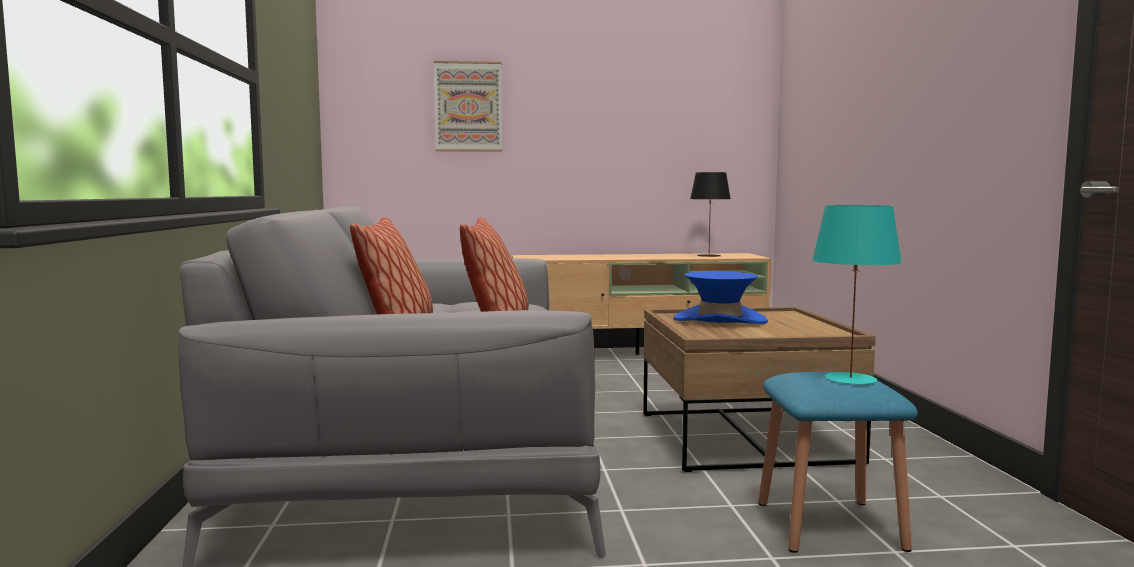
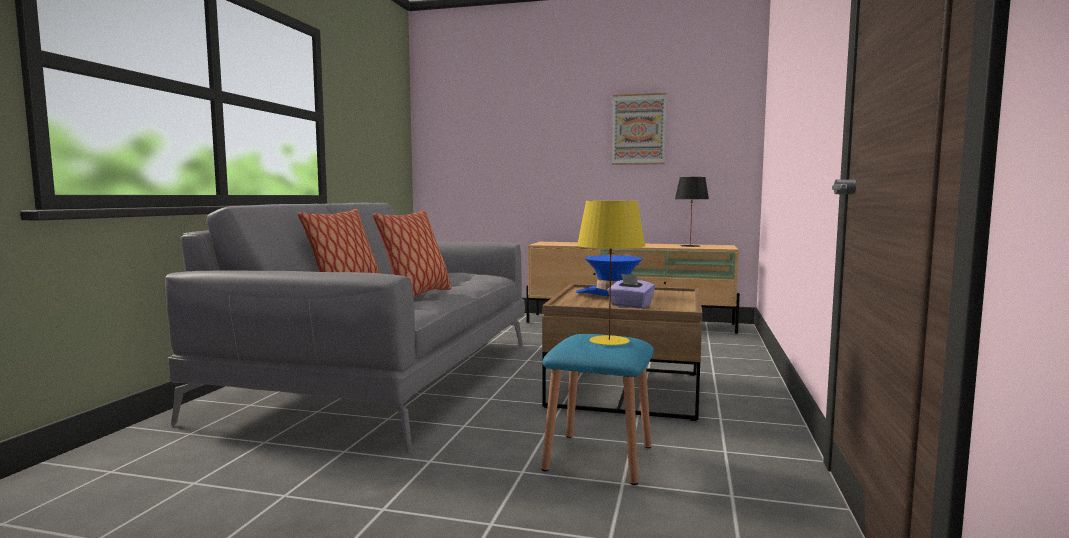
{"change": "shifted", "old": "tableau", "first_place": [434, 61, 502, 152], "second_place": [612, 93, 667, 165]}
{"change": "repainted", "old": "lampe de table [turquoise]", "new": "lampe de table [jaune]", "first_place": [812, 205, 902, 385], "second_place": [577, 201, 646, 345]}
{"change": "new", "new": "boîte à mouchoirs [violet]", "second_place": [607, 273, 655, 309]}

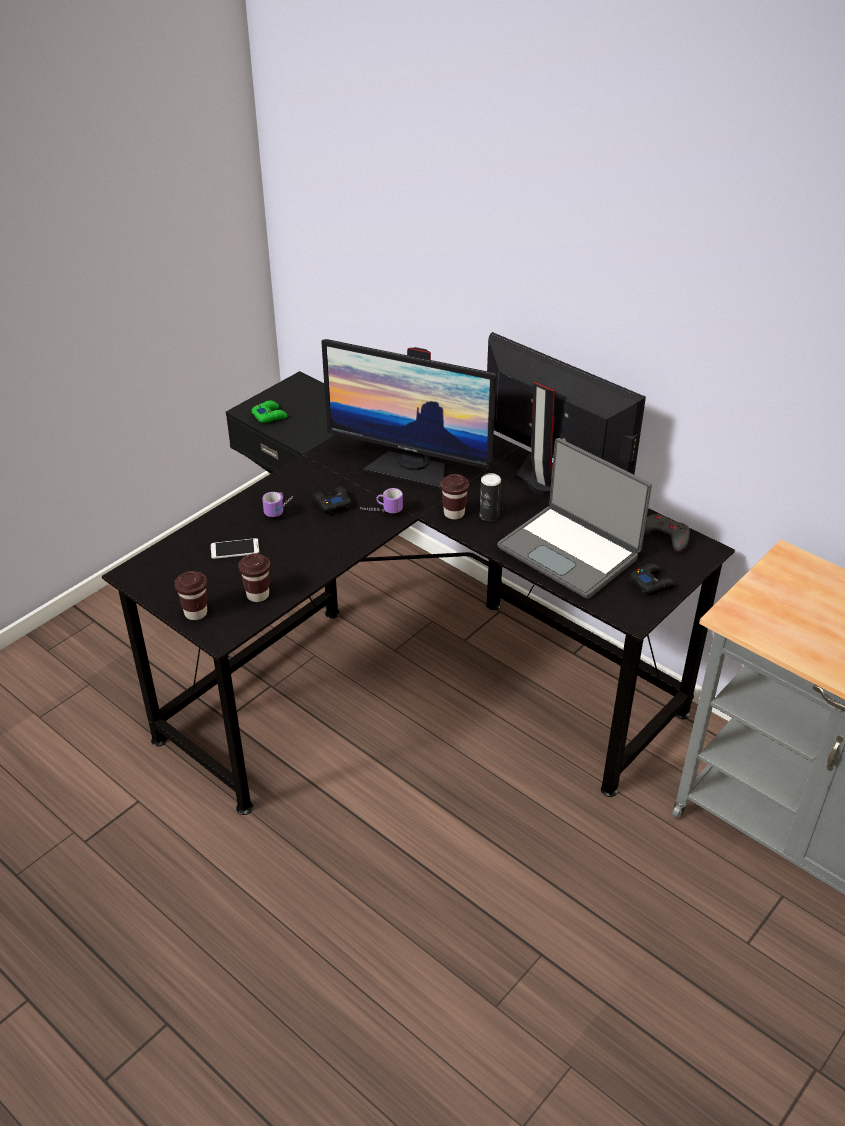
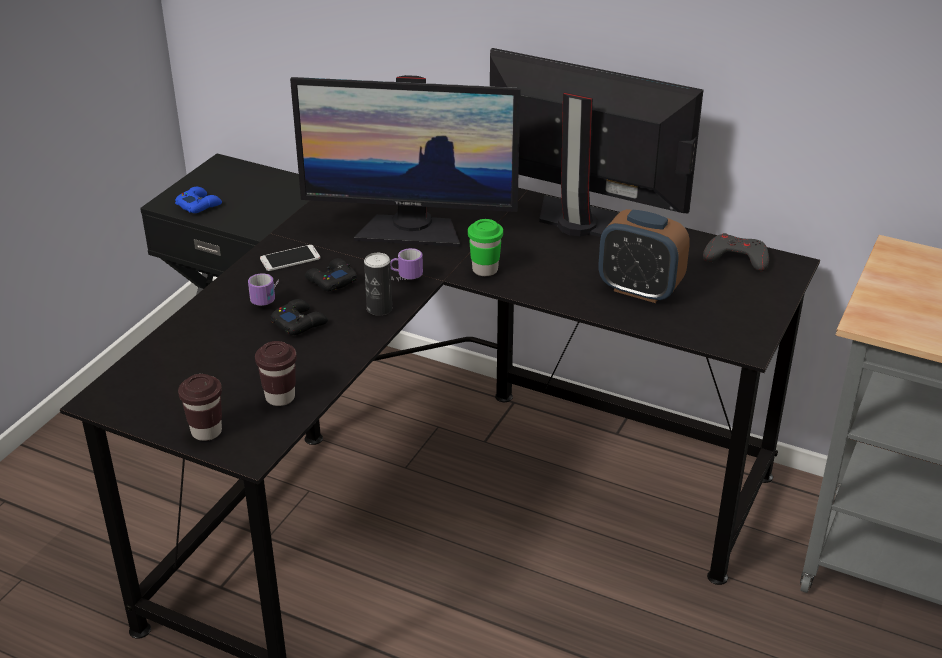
{"change": "repainted", "old": "manette [vert]", "new": "manette [bleu]", "first_place": [251, 400, 287, 423], "second_place": [175, 187, 222, 213]}
{"change": "swapped", "old": "ordinateur portable", "new": "réveil", "first_place": [497, 438, 652, 599], "second_place": [598, 209, 690, 303]}
{"change": "shifted", "old": "boîte métallique", "first_place": [480, 473, 501, 521], "second_place": [364, 253, 392, 316]}
{"change": "repainted", "old": "tasse [marron]", "new": "tasse [vert]", "first_place": [440, 474, 469, 520], "second_place": [468, 219, 503, 276]}
{"change": "shifted", "old": "téléphone", "first_place": [211, 538, 259, 559], "second_place": [260, 245, 320, 271]}
{"change": "shifted", "old": "manette [noir]", "first_place": [629, 563, 676, 595], "second_place": [270, 299, 328, 335]}

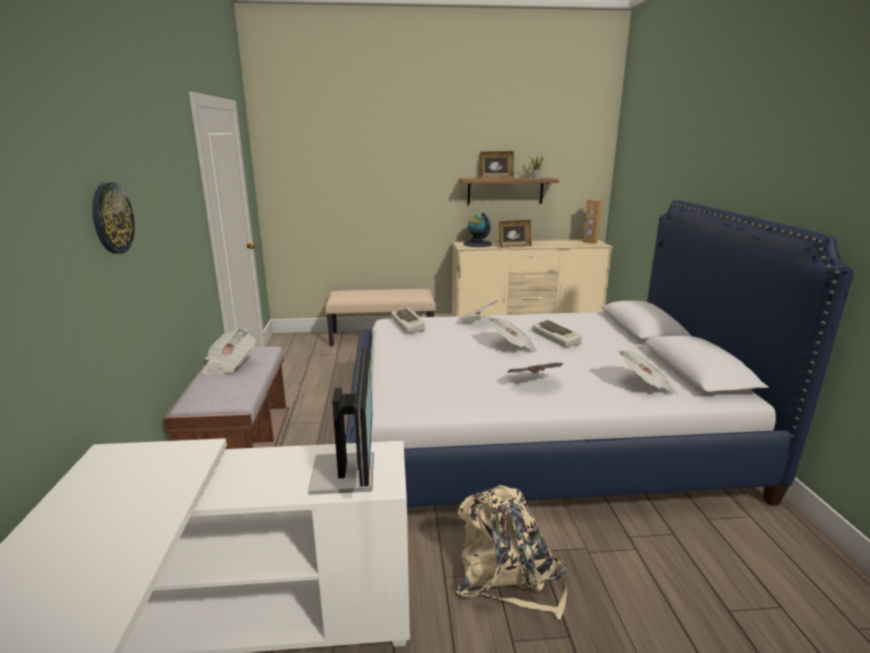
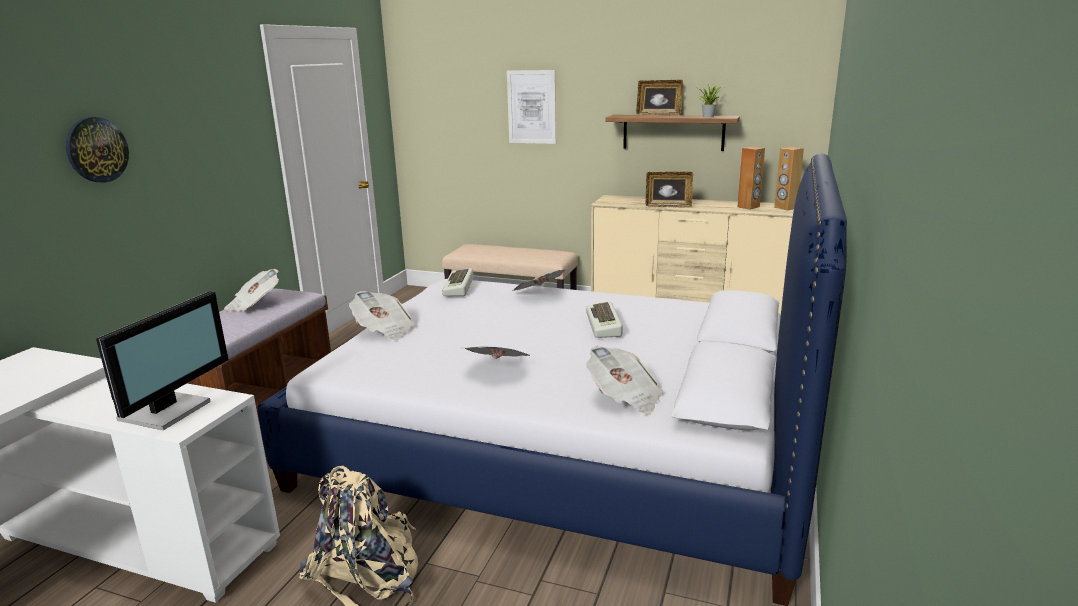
{"change": "gone", "old": "globe", "first_place": [463, 213, 492, 247]}
{"change": "shifted", "old": "journal", "first_place": [489, 317, 537, 351], "second_place": [349, 291, 415, 340]}
{"change": "new", "new": "tableau", "second_place": [507, 70, 556, 144]}
{"change": "new", "new": "enceinte [marron]", "second_place": [738, 147, 765, 210]}

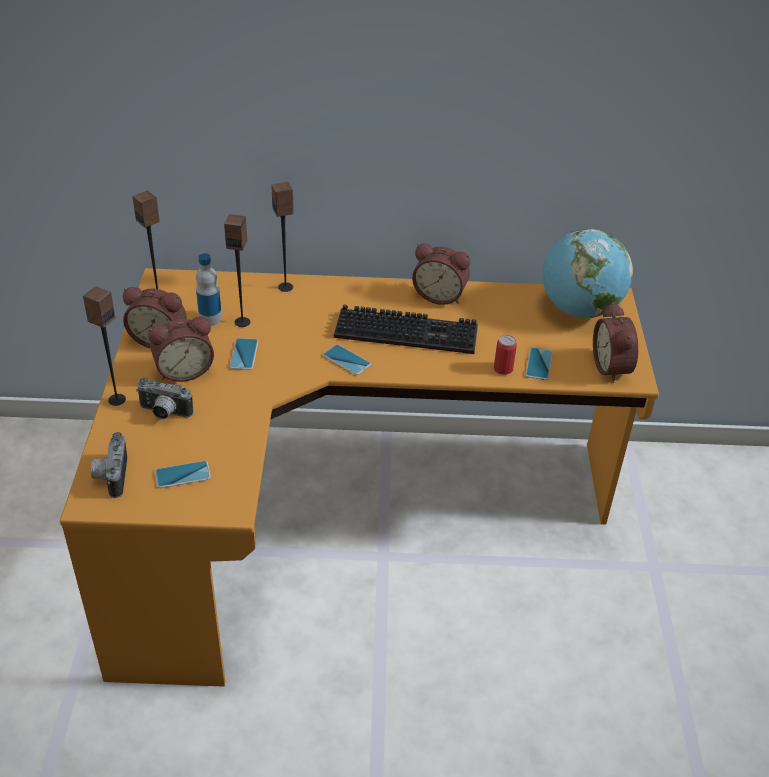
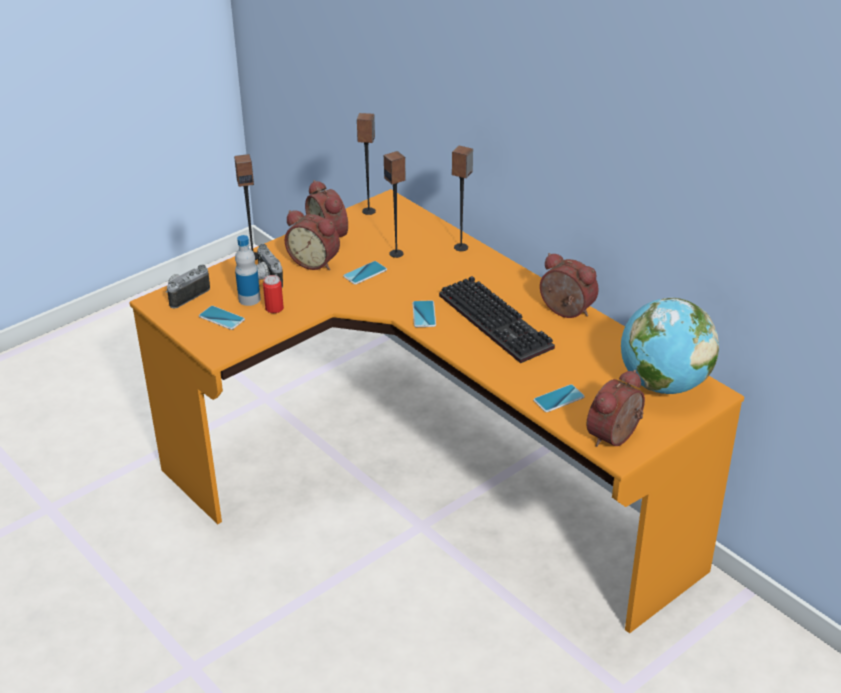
{"change": "rotated", "old": "réveil", "first_place": [412, 243, 470, 305], "second_place": [540, 253, 599, 318], "degrees": 150}
{"change": "shifted", "old": "bouteille", "first_place": [196, 253, 222, 326], "second_place": [235, 235, 261, 306]}
{"change": "shifted", "old": "boîte métallique", "first_place": [494, 335, 517, 375], "second_place": [263, 275, 284, 313]}

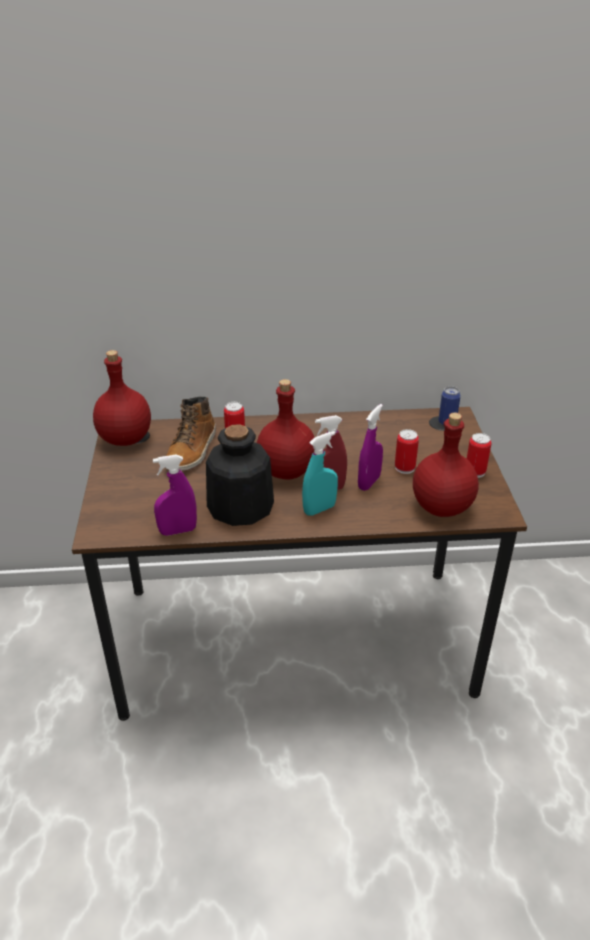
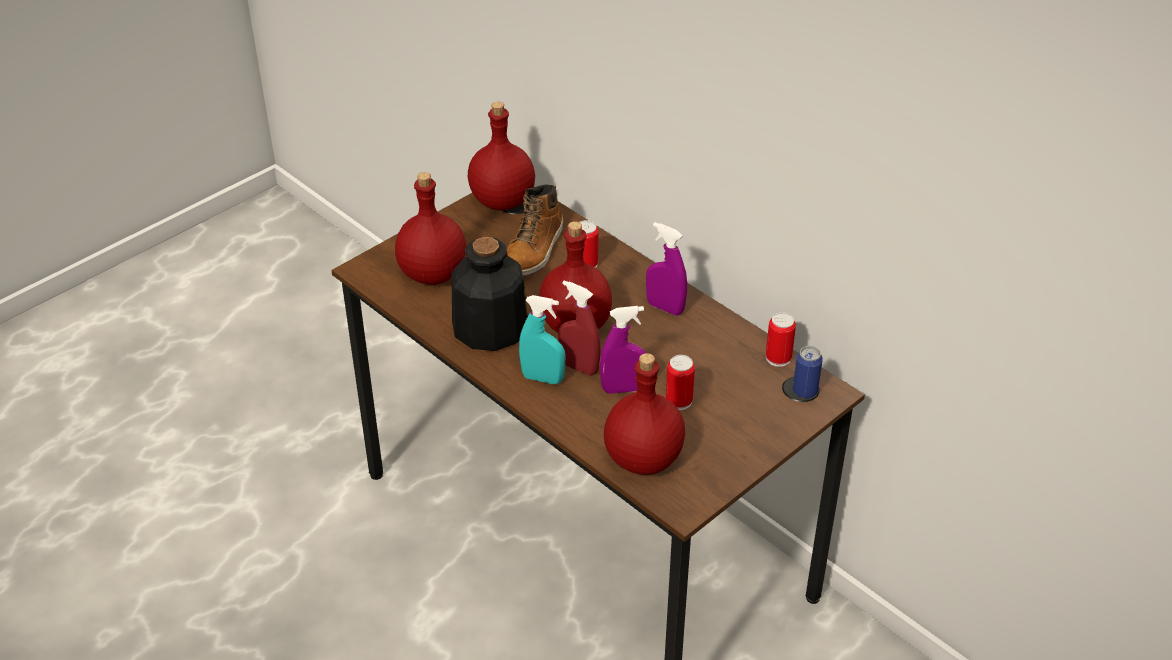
{"change": "rotated", "old": "botte", "first_place": [166, 397, 216, 471], "second_place": [507, 184, 564, 276], "degrees": -45}
{"change": "shifted", "old": "boîte métallique", "first_place": [467, 433, 491, 478], "second_place": [766, 312, 796, 367]}
{"change": "shifted", "old": "vaporisateur [violet]", "first_place": [153, 455, 197, 536], "second_place": [646, 222, 687, 315]}
{"change": "new", "new": "bouteille [rouge]", "second_place": [395, 172, 466, 285]}

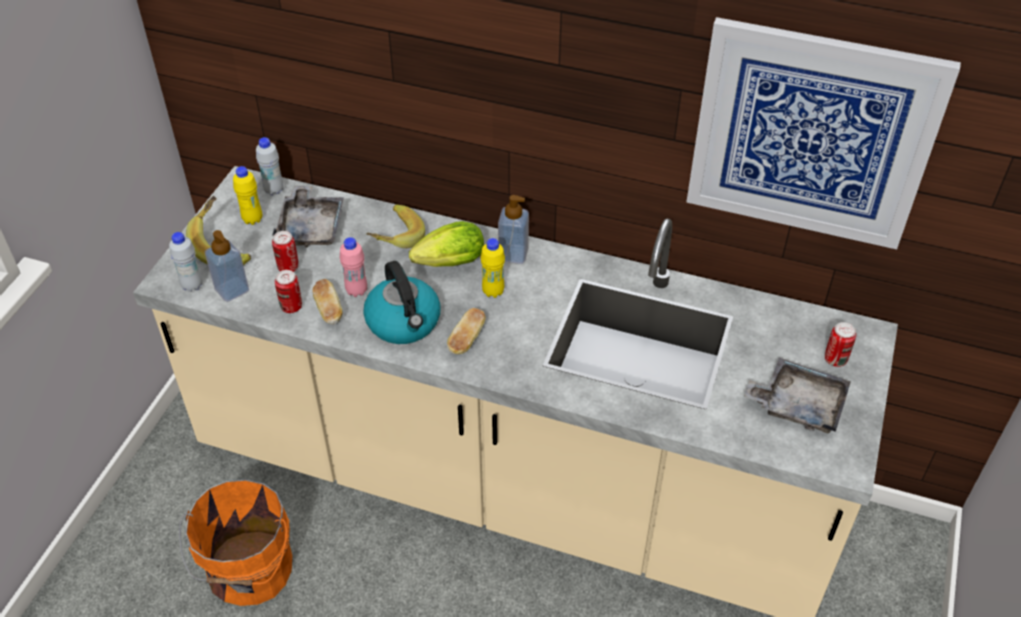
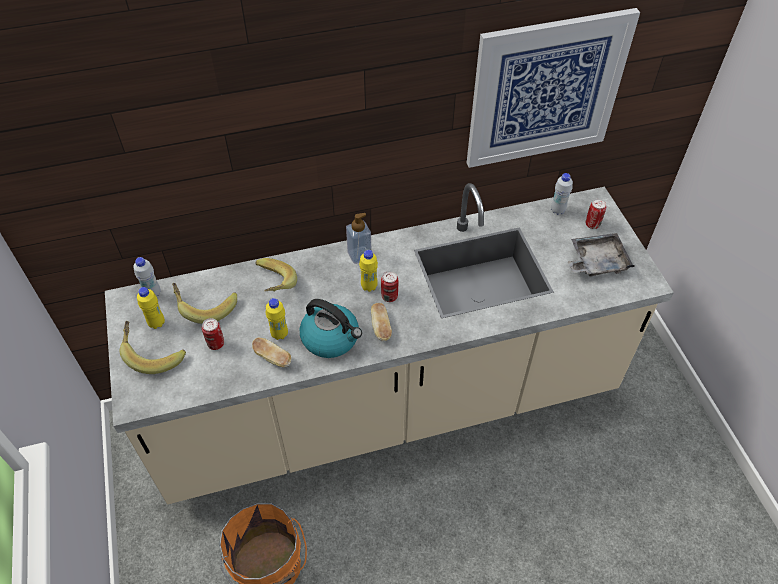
{"change": "swapped", "old": "plateau [gris]", "new": "banane", "first_place": [272, 185, 344, 248], "second_place": [172, 283, 237, 324]}
{"change": "gone", "old": "laitue", "first_place": [409, 221, 484, 267]}
{"change": "gone", "old": "distributeur de savon", "first_place": [205, 230, 249, 302]}
{"change": "shifted", "old": "bouteille [blanc]", "first_place": [169, 232, 203, 292], "second_place": [551, 173, 573, 215]}
{"change": "repainted", "old": "bouteille [rose]", "new": "bouteille [jaune]", "first_place": [340, 237, 367, 297], "second_place": [266, 298, 288, 340]}
{"change": "shifted", "old": "boîte métallique", "first_place": [275, 270, 302, 313], "second_place": [381, 271, 398, 302]}

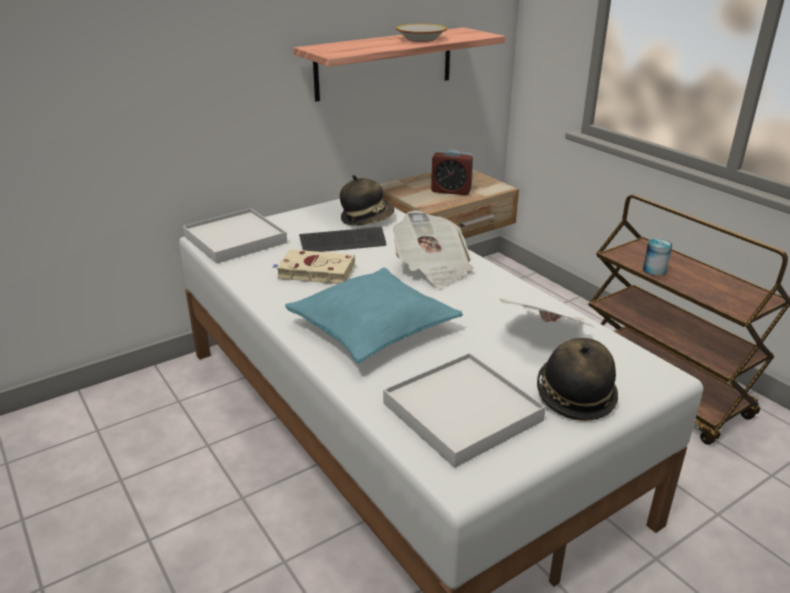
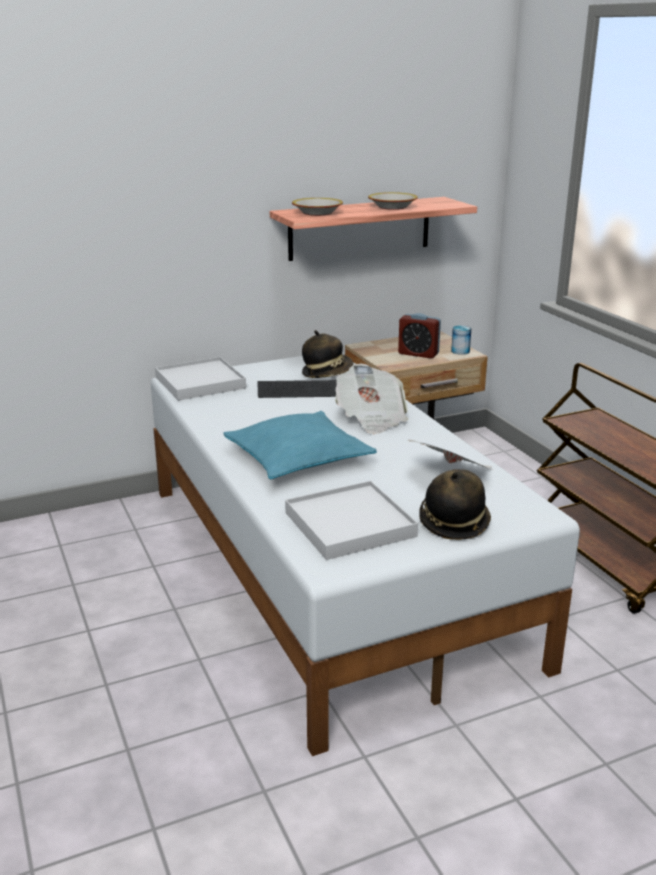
{"change": "shifted", "old": "boîte métallique", "first_place": [643, 239, 672, 276], "second_place": [451, 325, 471, 355]}
{"change": "gone", "old": "livre [beige]", "first_place": [273, 249, 355, 284]}
{"change": "new", "new": "bol", "second_place": [292, 198, 343, 216]}

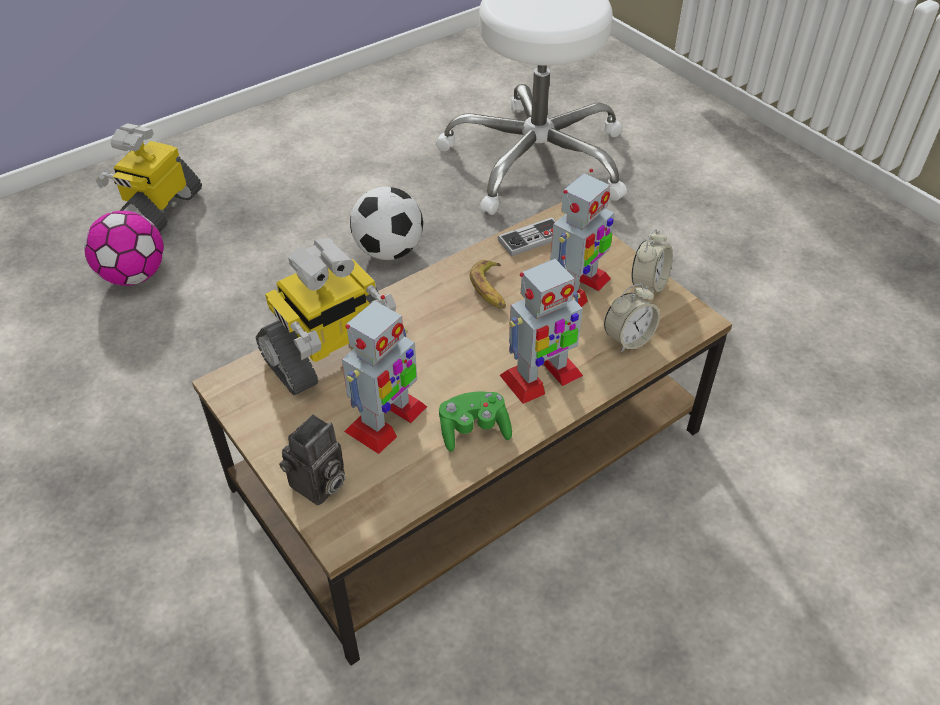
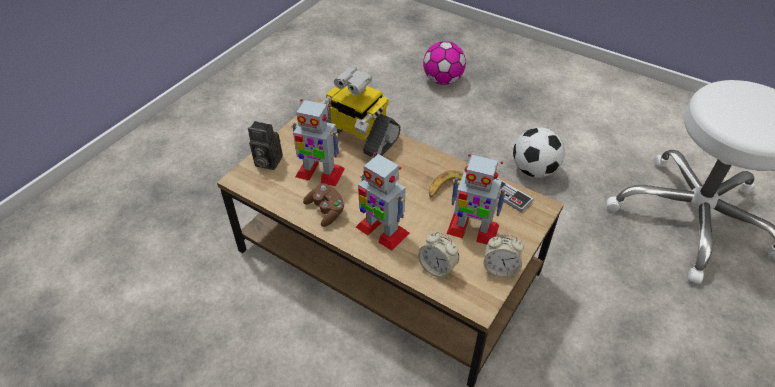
{"change": "gone", "old": "robot jouet", "first_place": [96, 123, 202, 232]}
{"change": "repainted", "old": "manette [vert]", "new": "manette [marron]", "first_place": [439, 392, 512, 452], "second_place": [303, 183, 345, 227]}

